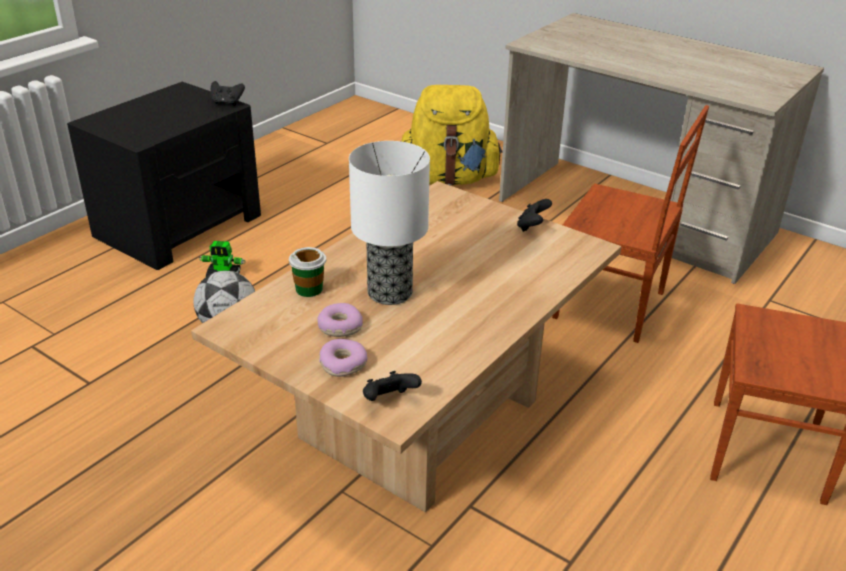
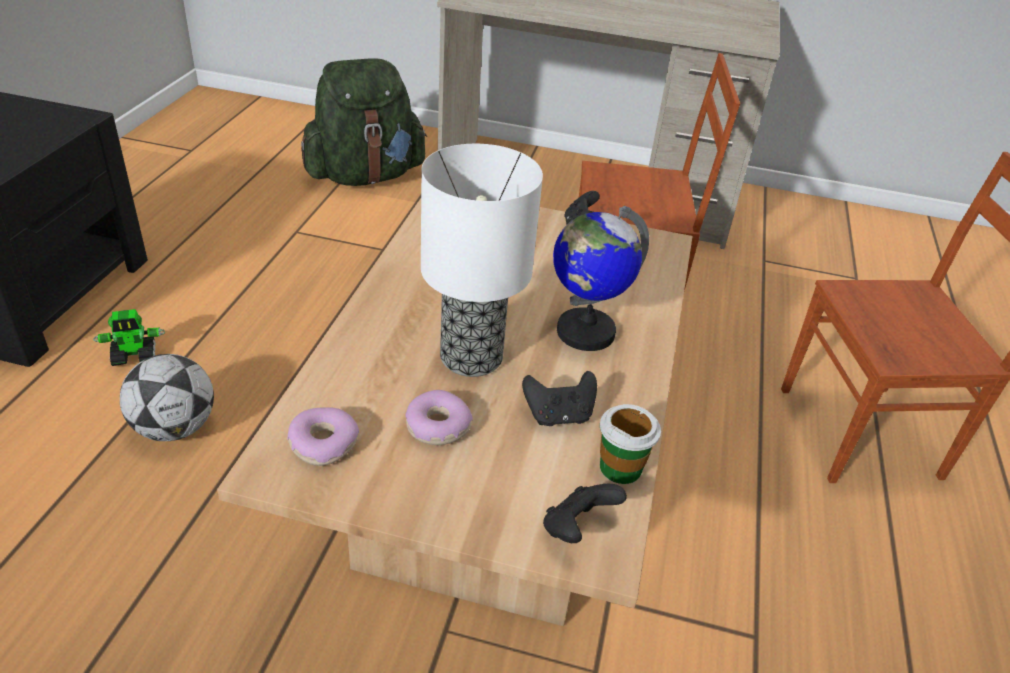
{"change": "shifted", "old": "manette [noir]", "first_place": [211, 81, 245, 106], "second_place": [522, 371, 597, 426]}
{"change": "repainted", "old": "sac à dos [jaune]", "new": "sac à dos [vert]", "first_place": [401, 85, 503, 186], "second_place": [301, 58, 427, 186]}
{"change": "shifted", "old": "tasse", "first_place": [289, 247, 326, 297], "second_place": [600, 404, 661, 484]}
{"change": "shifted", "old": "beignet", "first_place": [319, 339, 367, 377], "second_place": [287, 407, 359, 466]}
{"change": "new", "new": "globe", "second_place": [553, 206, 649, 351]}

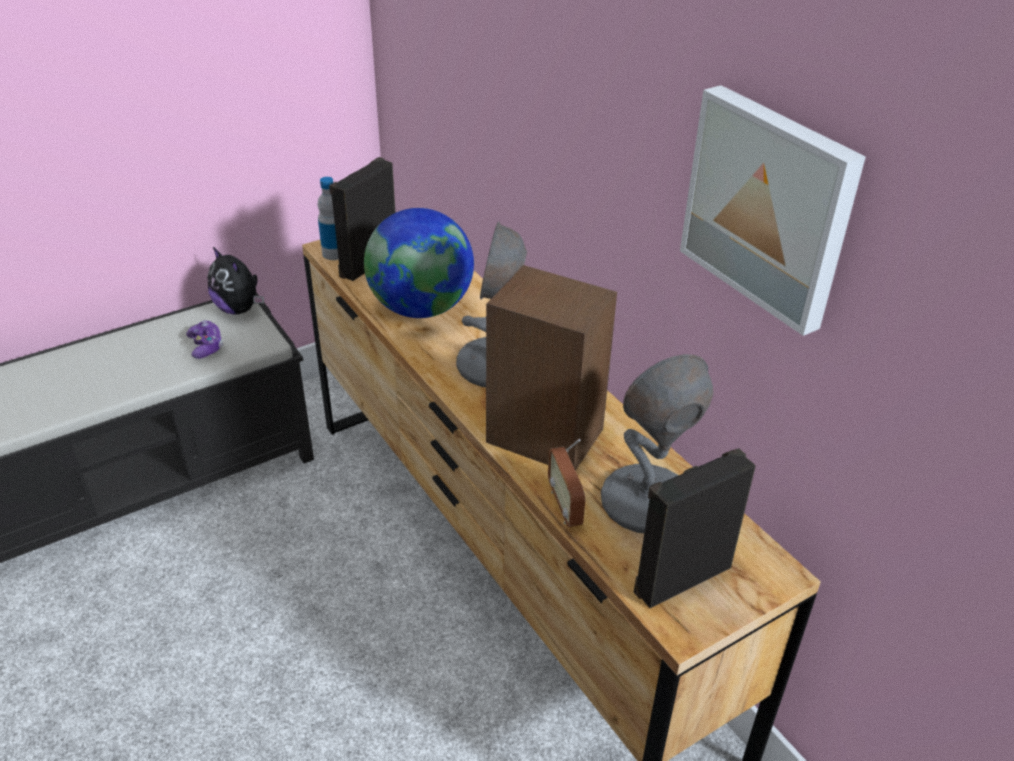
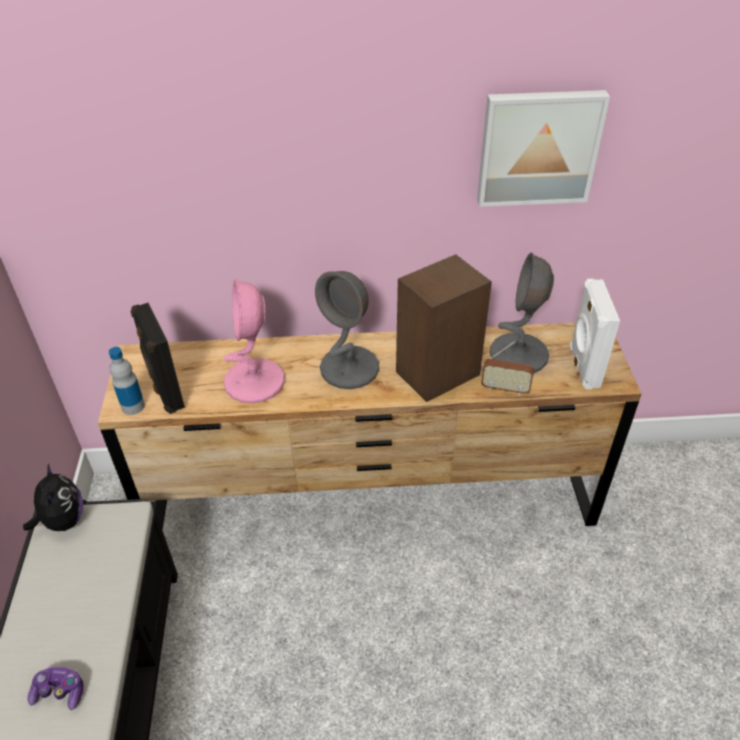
{"change": "swapped", "old": "globe", "new": "lampe de table [rose]", "first_place": [364, 208, 474, 318], "second_place": [224, 279, 285, 404]}
{"change": "rotated", "old": "peluche", "first_place": [207, 247, 264, 314], "second_place": [23, 464, 83, 531], "degrees": -90}
{"change": "shifted", "old": "manette", "first_place": [186, 321, 223, 359], "second_place": [28, 667, 83, 710]}
{"change": "repainted", "old": "enceinte [noir]", "new": "enceinte [blanc]", "first_place": [634, 448, 756, 608], "second_place": [570, 279, 620, 389]}

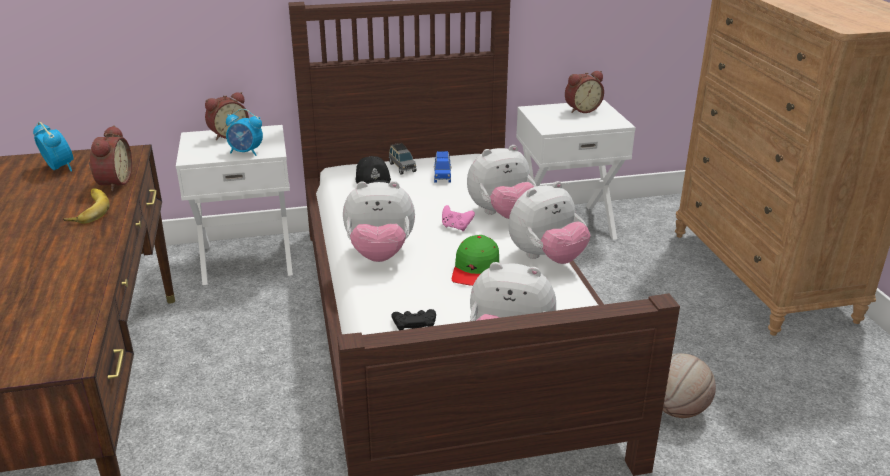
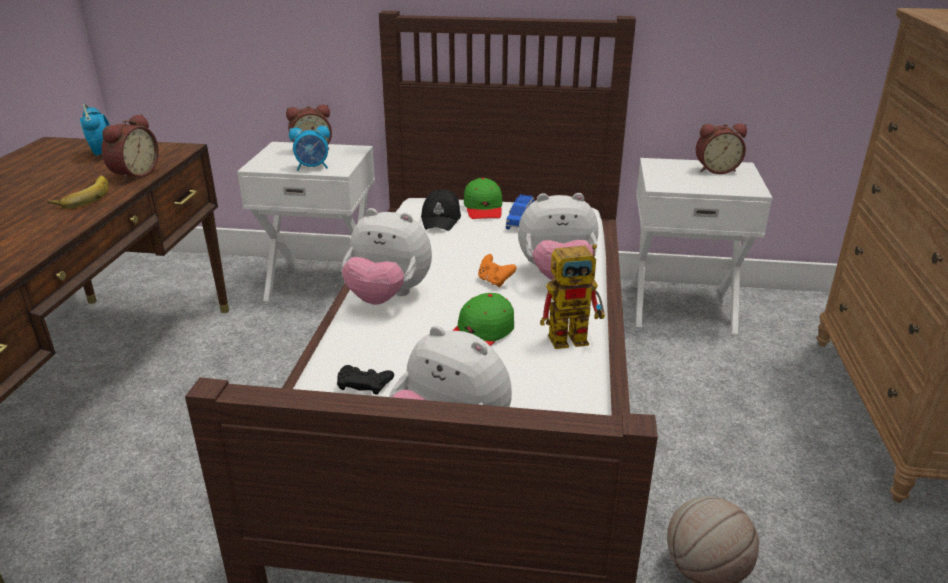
{"change": "rotated", "old": "réveil", "first_place": [226, 109, 263, 156], "second_place": [289, 119, 330, 171], "degrees": -45}
{"change": "swapped", "old": "petite voiture [gris]", "new": "casquette [vert]", "first_place": [389, 143, 416, 175], "second_place": [464, 178, 502, 219]}
{"change": "swapped", "old": "peluche", "new": "robot jouet", "first_place": [509, 181, 591, 264], "second_place": [540, 244, 605, 349]}
{"change": "repainted", "old": "manette [rose]", "new": "manette [orange]", "first_place": [442, 205, 475, 231], "second_place": [478, 254, 516, 287]}

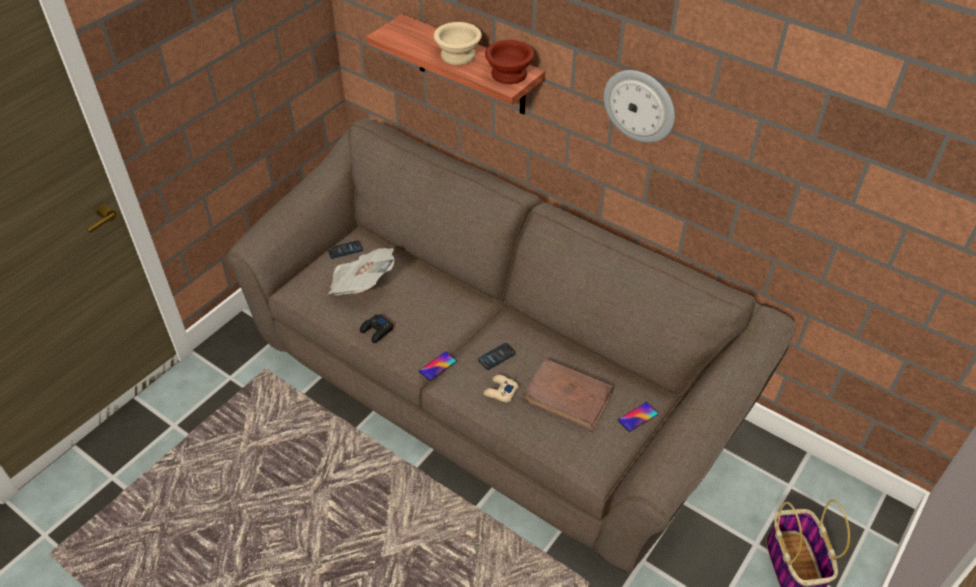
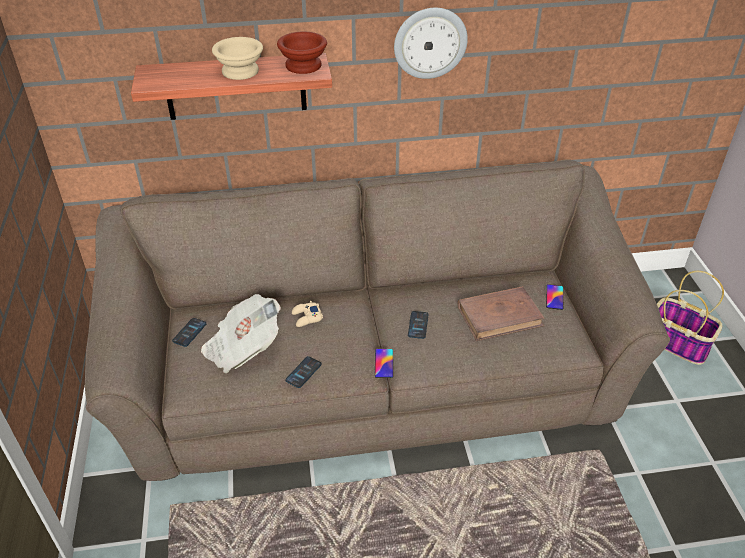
{"change": "swapped", "old": "manette [noir]", "new": "téléphone", "first_place": [360, 314, 393, 343], "second_place": [285, 356, 321, 388]}
{"change": "shifted", "old": "manette [beige]", "first_place": [484, 375, 519, 403], "second_place": [292, 301, 323, 327]}

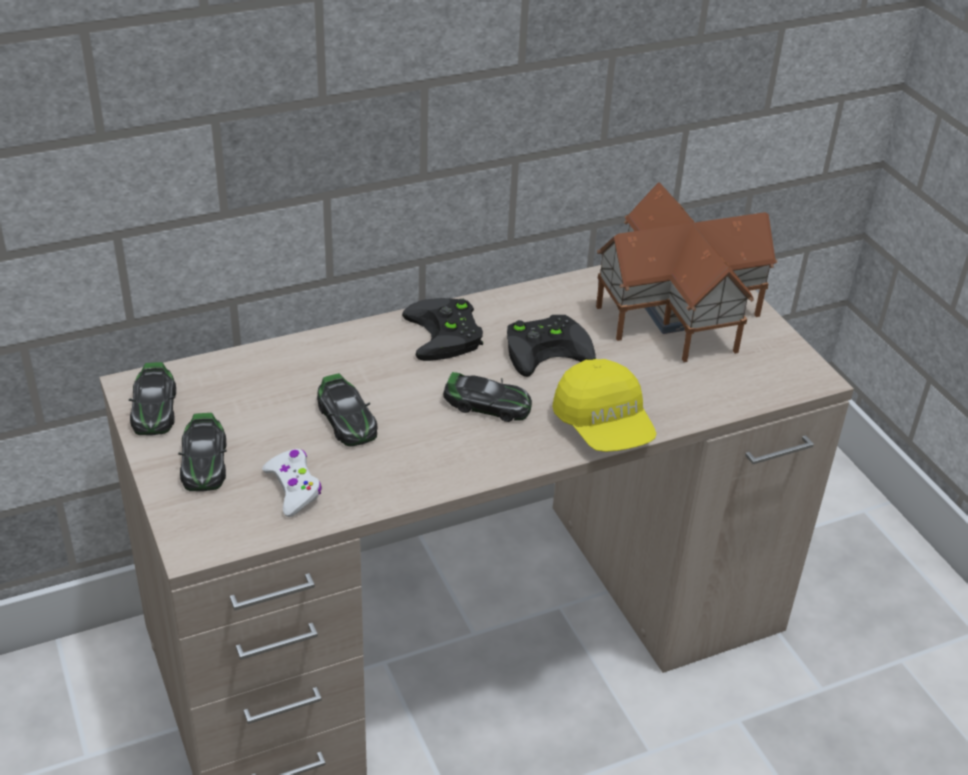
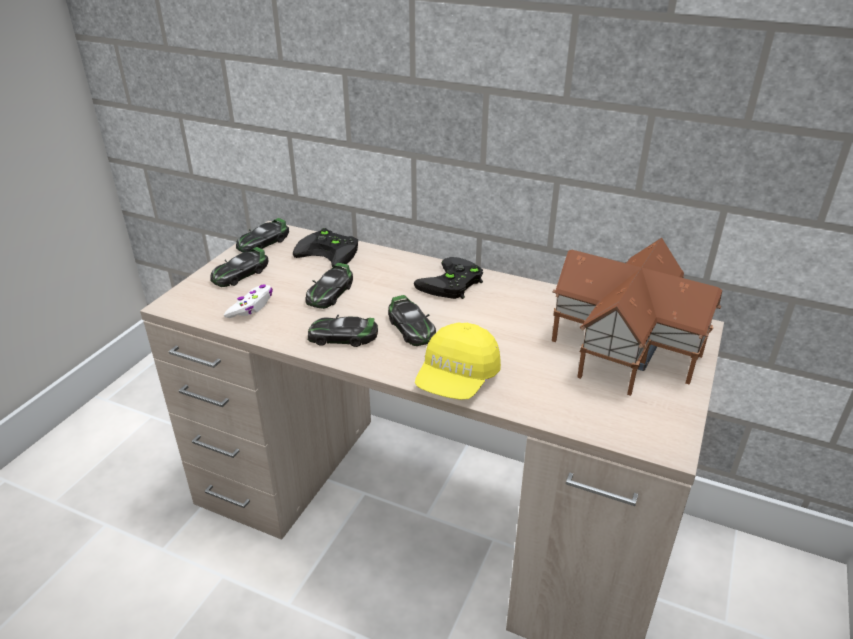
{"change": "shifted", "old": "manette [noir]", "first_place": [507, 315, 596, 377], "second_place": [293, 228, 358, 268]}
{"change": "new", "new": "petite voiture", "second_place": [308, 315, 378, 347]}

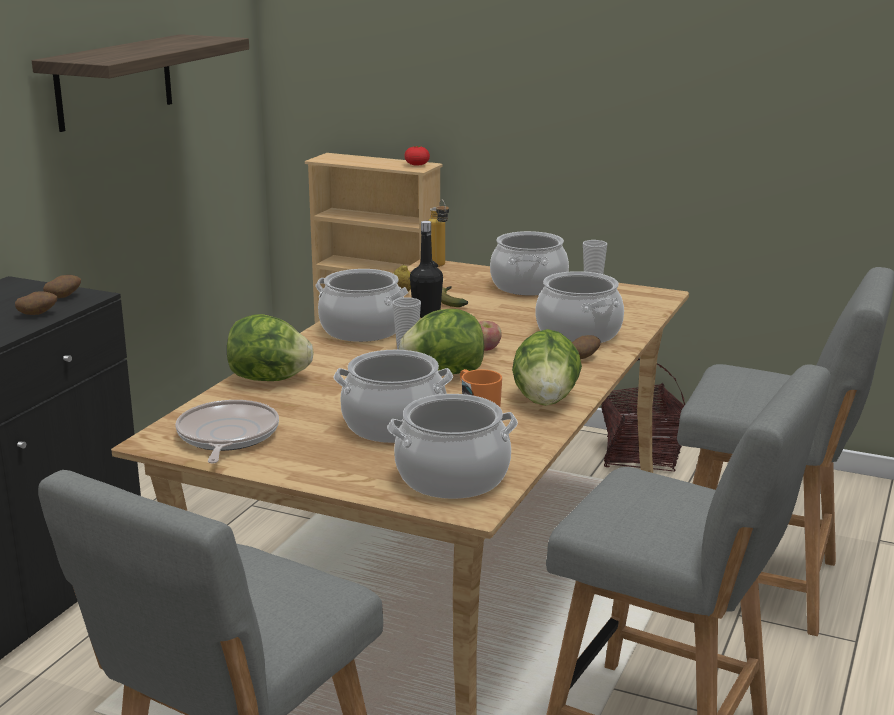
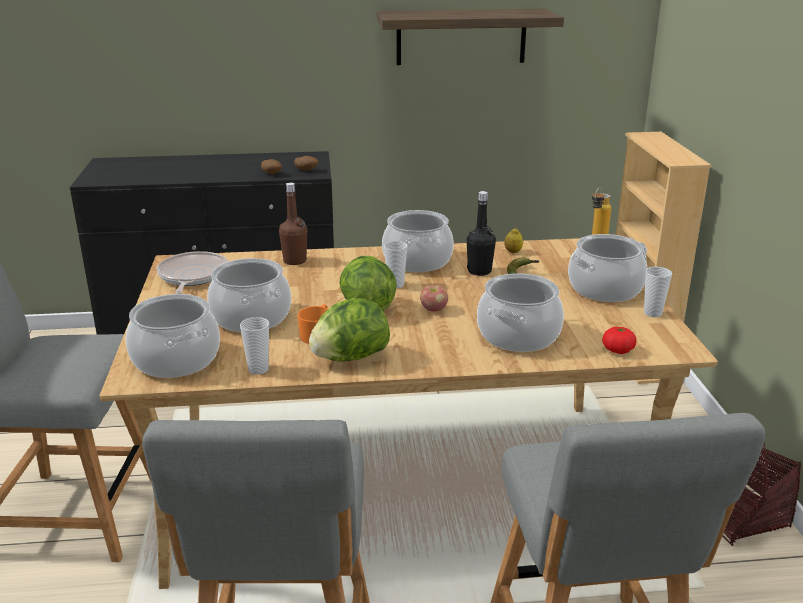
{"change": "shifted", "old": "tomate", "first_place": [404, 146, 430, 166], "second_place": [602, 326, 637, 354]}
{"change": "swapped", "old": "laitue", "new": "bouteille [marron]", "first_place": [227, 314, 314, 381], "second_place": [279, 183, 307, 265]}
{"change": "gone", "old": "pomme de terre", "first_place": [572, 335, 601, 359]}
{"change": "rotated", "old": "poêle", "first_place": [175, 400, 279, 463], "second_place": [157, 251, 228, 294], "degrees": -60}
{"change": "new", "new": "tasse", "second_place": [240, 317, 269, 375]}

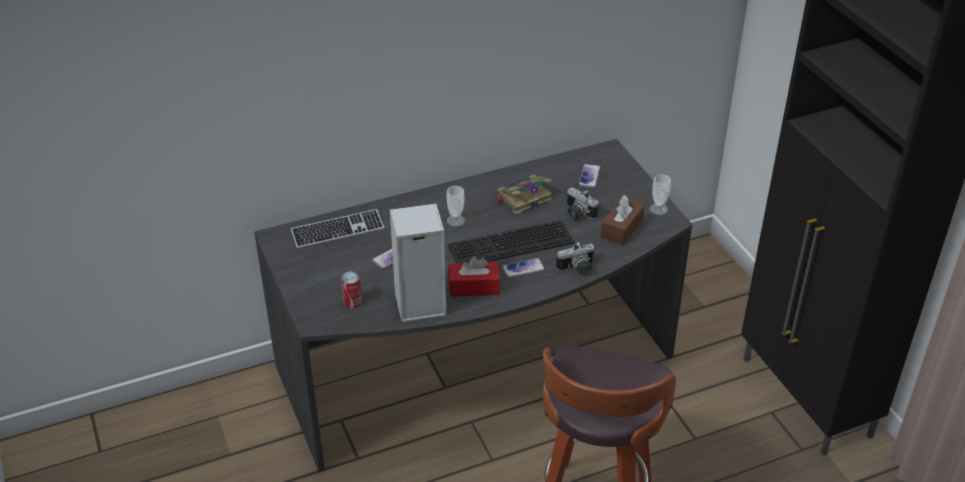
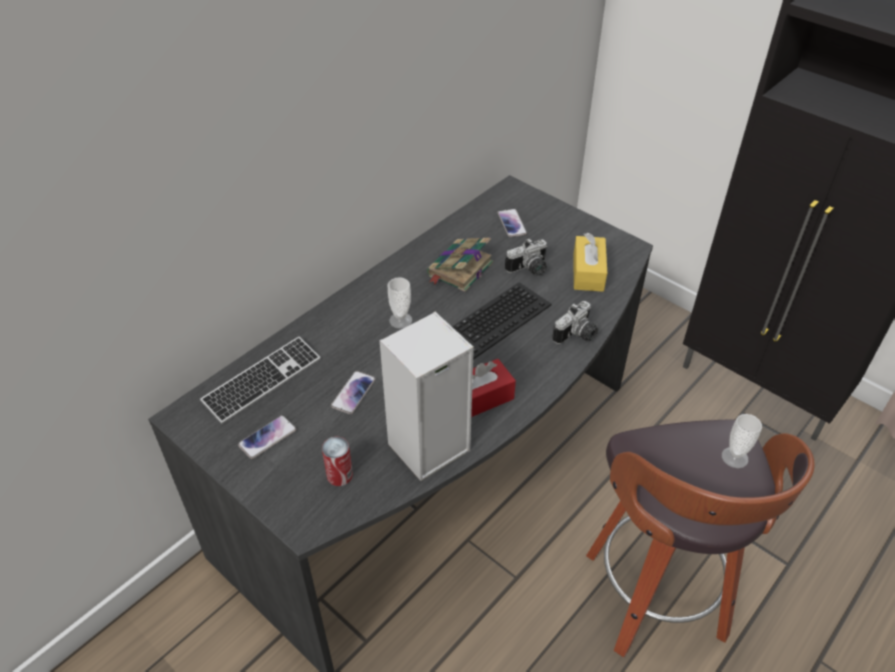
{"change": "shifted", "old": "tasse", "first_place": [650, 175, 671, 215], "second_place": [722, 414, 762, 468]}
{"change": "rotated", "old": "appareil photo", "first_place": [567, 187, 598, 219], "second_place": [505, 238, 547, 275], "degrees": -45}
{"change": "repainted", "old": "boîte à mouchoirs [marron]", "new": "boîte à mouchoirs [jaune]", "first_place": [601, 195, 645, 246], "second_place": [573, 233, 607, 292]}
{"change": "shifted", "old": "téléphone", "first_place": [502, 258, 545, 278], "second_place": [238, 415, 297, 459]}

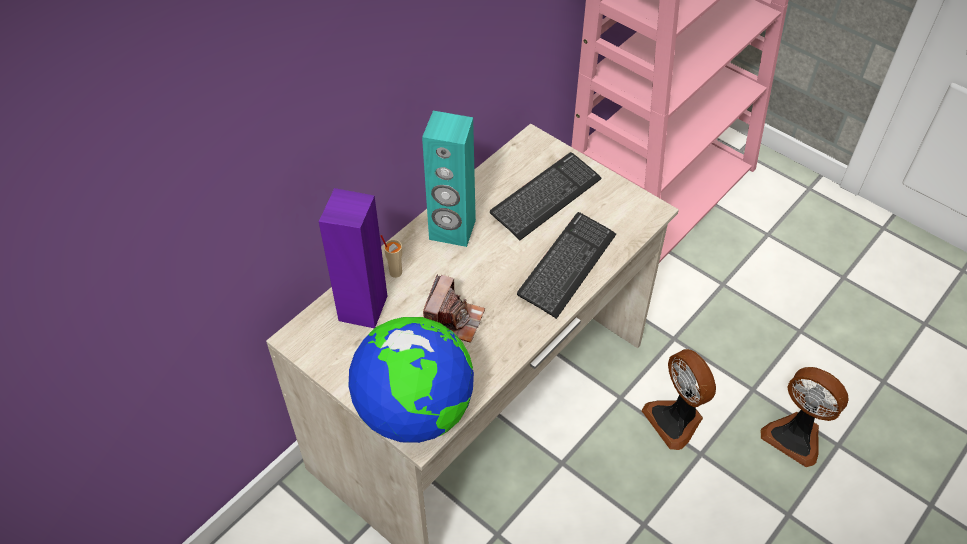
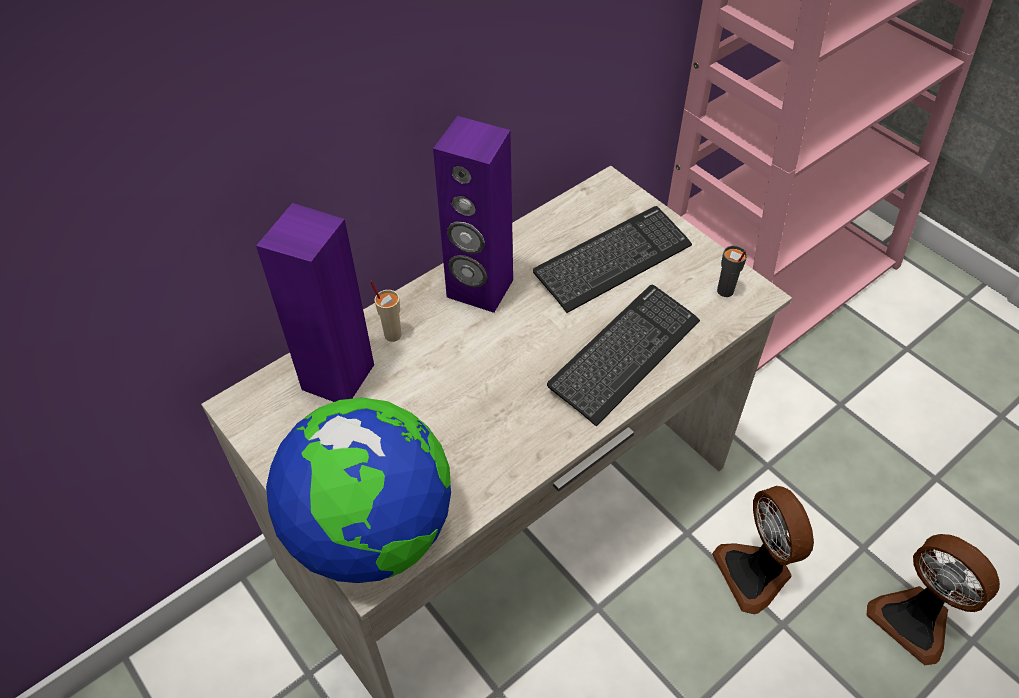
{"change": "repainted", "old": "enceinte [turquoise]", "new": "enceinte [violet]", "first_place": [422, 111, 476, 247], "second_place": [433, 116, 513, 313]}
{"change": "gone", "old": "appareil photo", "first_place": [423, 274, 485, 343]}
{"change": "new", "new": "tasse [gris]", "second_place": [717, 245, 747, 297]}

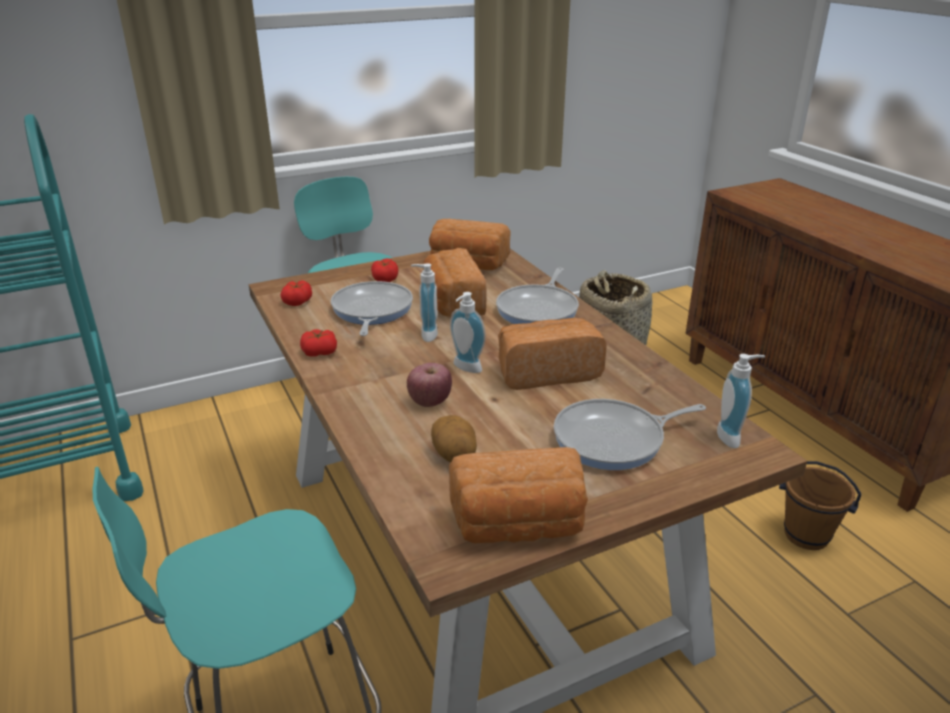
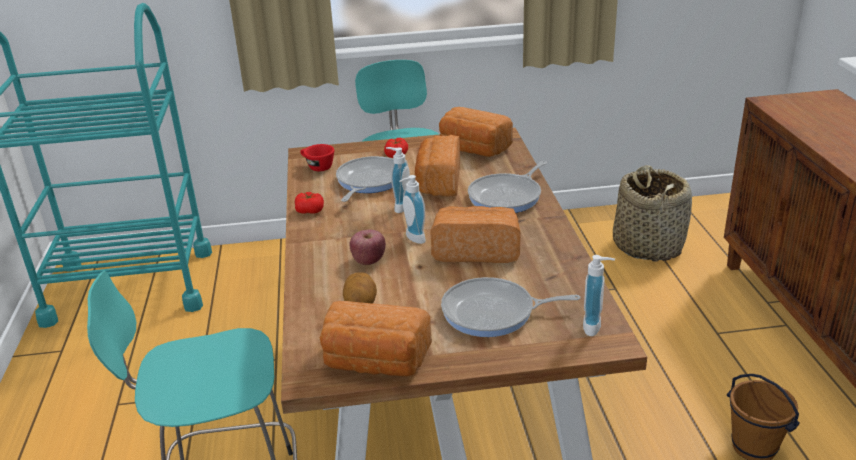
{"change": "swapped", "old": "tomate", "new": "tasse [rouge]", "first_place": [281, 280, 312, 306], "second_place": [300, 144, 334, 171]}

